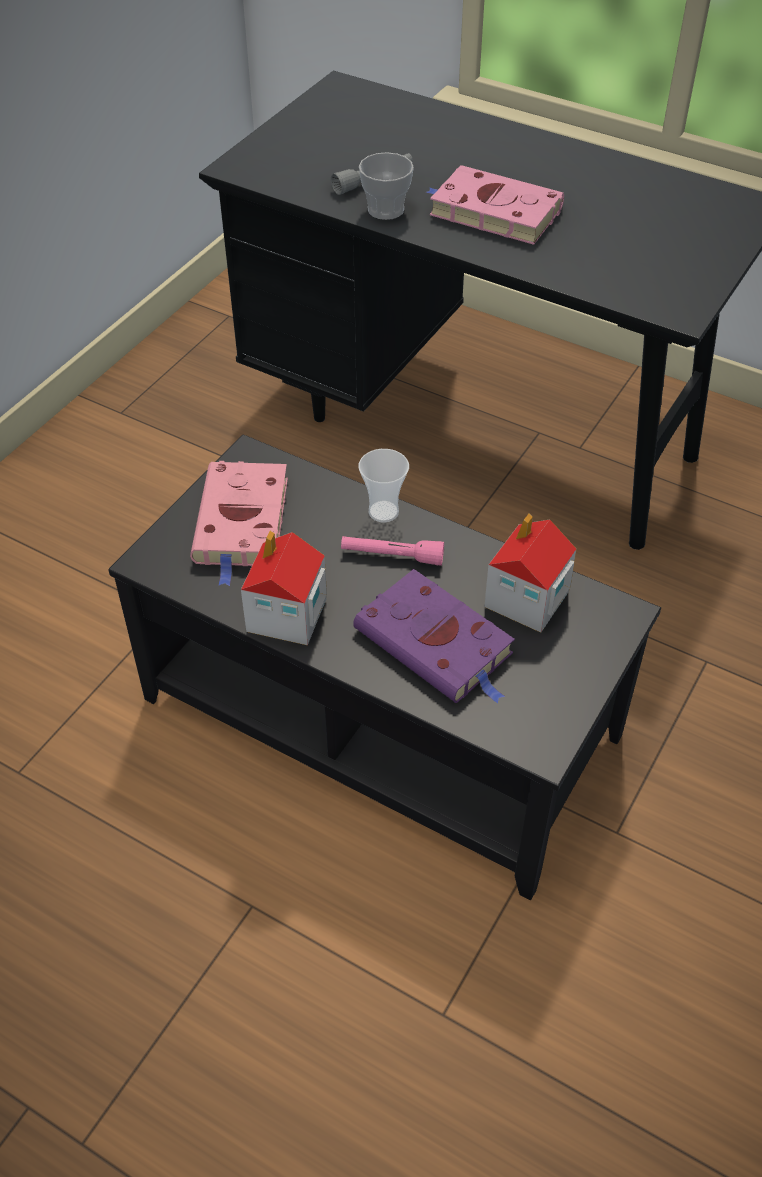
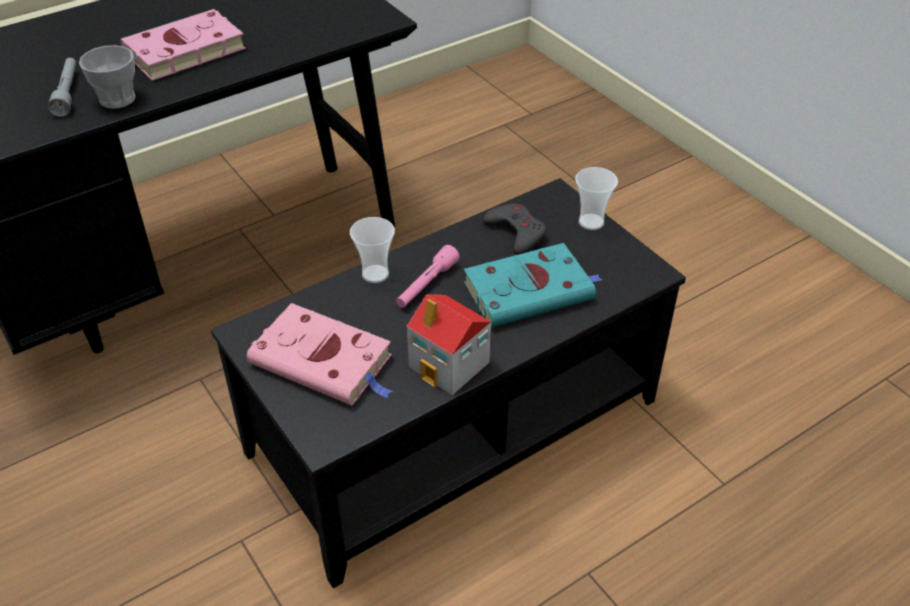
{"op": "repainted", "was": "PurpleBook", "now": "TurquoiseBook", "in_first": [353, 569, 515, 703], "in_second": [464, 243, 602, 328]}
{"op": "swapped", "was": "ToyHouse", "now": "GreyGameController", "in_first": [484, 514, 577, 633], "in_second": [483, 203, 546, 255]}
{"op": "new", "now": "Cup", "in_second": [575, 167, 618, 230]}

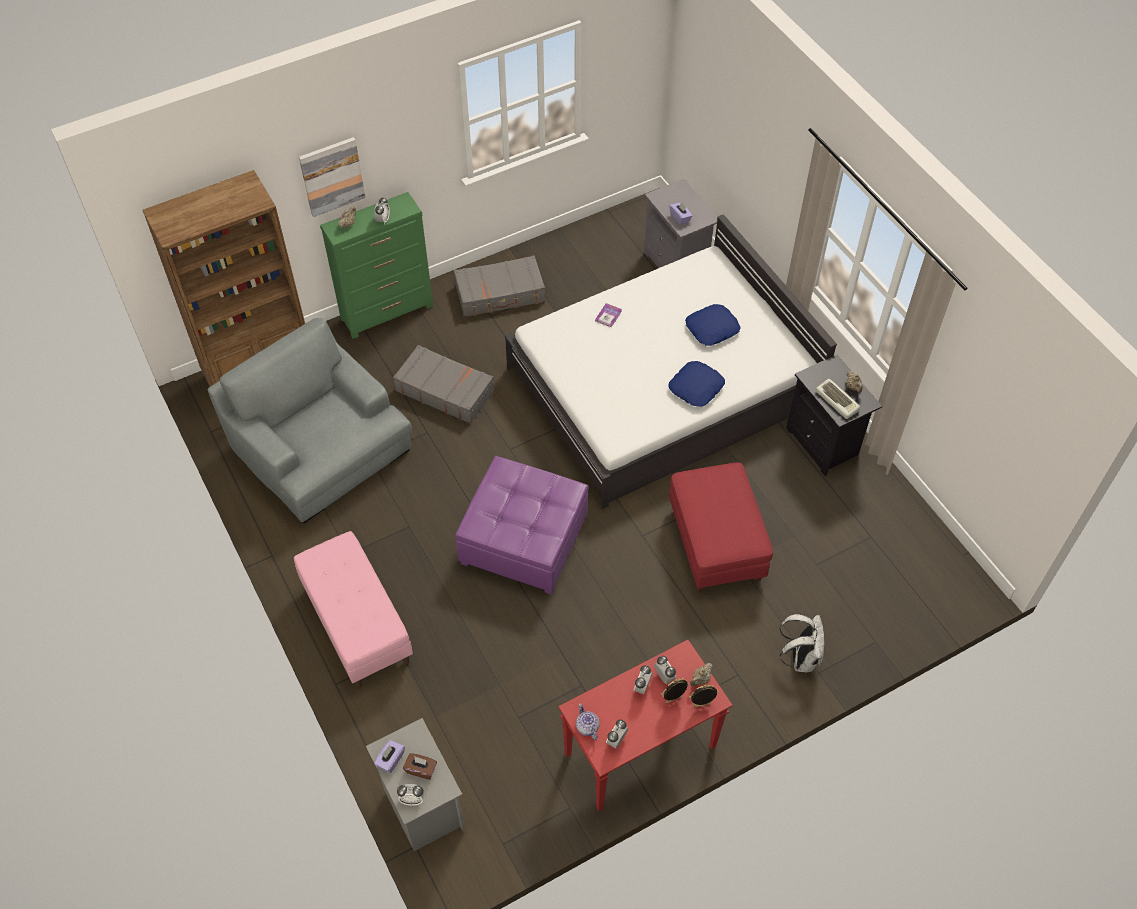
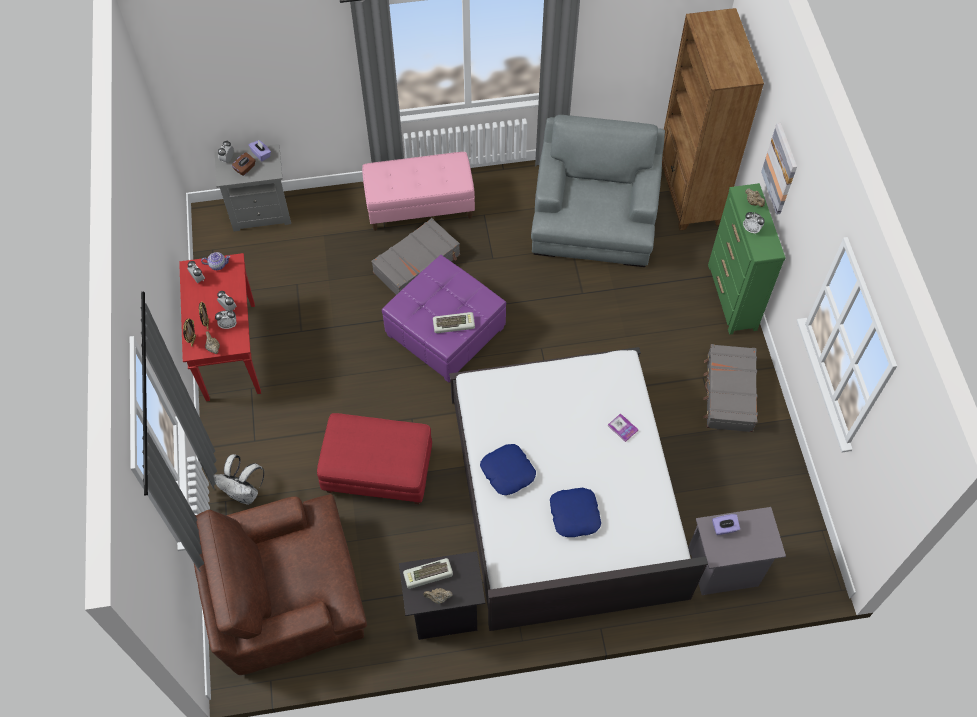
{"op": "rotated", "was": "GreyArmchair", "in_first": [207, 318, 412, 523], "in_second": [531, 115, 665, 267], "clockwise": -60}
{"op": "shifted", "was": "GreySuitcase", "in_first": [393, 345, 494, 424], "in_second": [371, 218, 460, 295]}
{"op": "new", "now": "BrownArmchair", "in_second": [194, 494, 367, 675]}
{"op": "new", "now": "Keyboard", "in_second": [433, 312, 475, 333]}

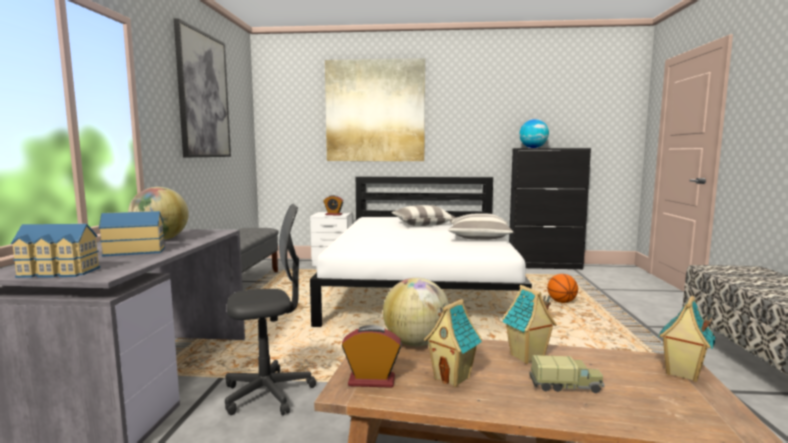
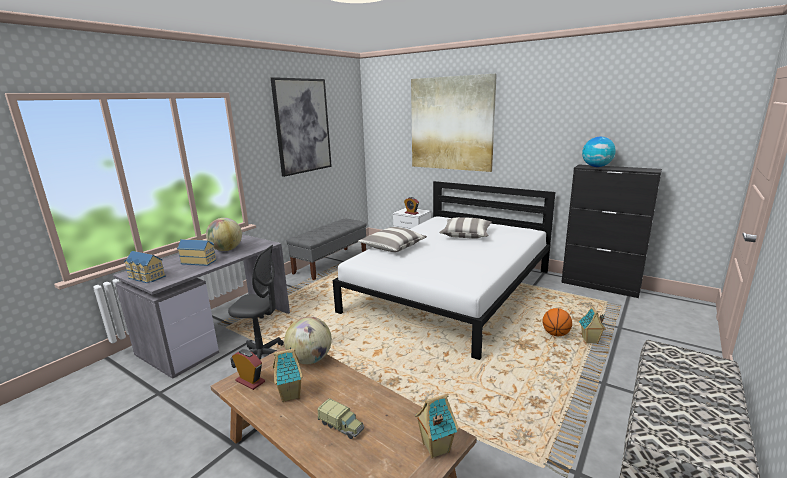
{"op": "shifted", "was": "Pillow", "in_first": [448, 214, 513, 240], "in_second": [358, 227, 427, 252]}
{"op": "shifted", "was": "ToyHouse", "in_first": [502, 285, 557, 364], "in_second": [579, 306, 606, 344]}

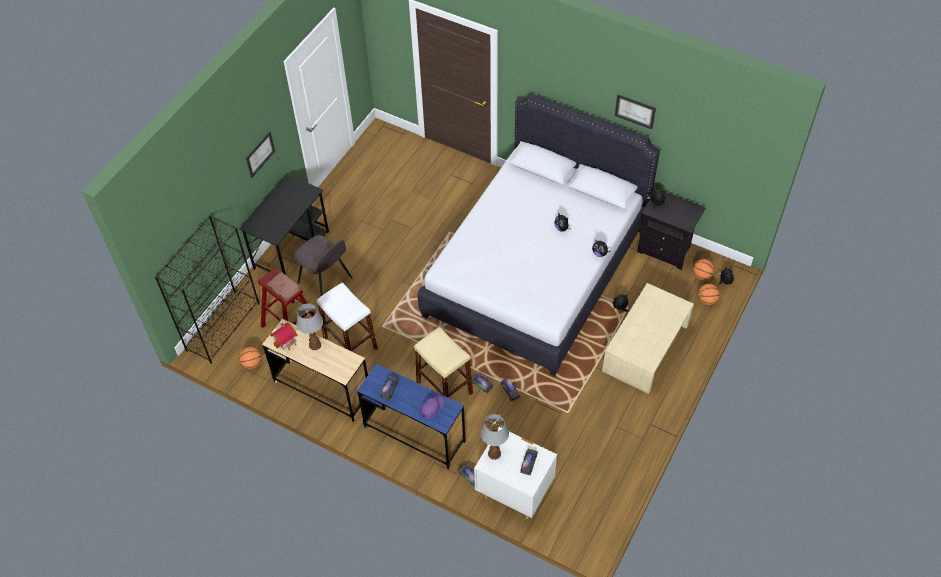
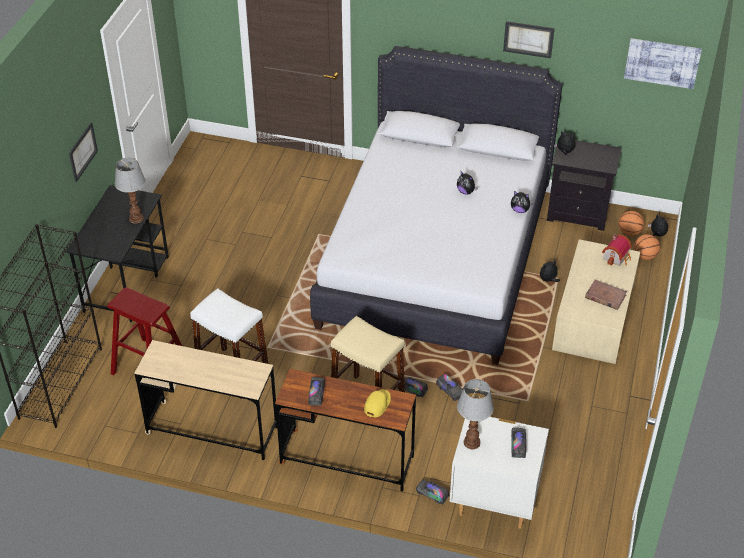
{"op": "gone", "was": "Basketball", "in_first": [239, 347, 262, 369]}
{"op": "shifted", "was": "BrownBook", "in_first": [267, 272, 301, 301], "in_second": [585, 280, 627, 310]}
{"op": "shifted", "was": "ToyHouse", "in_first": [270, 322, 298, 351], "in_second": [602, 234, 632, 266]}
{"op": "gone", "was": "GreyChair", "in_first": [294, 235, 353, 296]}
{"op": "shifted", "was": "TableLamp", "in_first": [296, 303, 323, 350], "in_second": [115, 158, 146, 223]}
{"op": "repainted", "was": "BlueDesk", "now": "BrownDesk", "in_first": [357, 364, 466, 469], "in_second": [275, 369, 416, 491]}
{"op": "repainted", "was": "PurpleCap", "now": "YellowCap", "in_first": [421, 396, 444, 419], "in_second": [364, 389, 391, 418]}
{"op": "new", "now": "Picture", "in_second": [624, 38, 702, 89]}

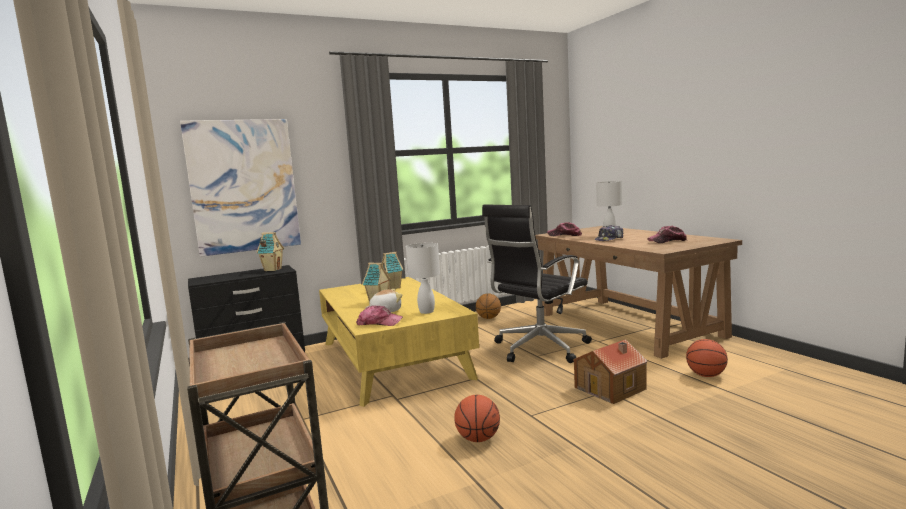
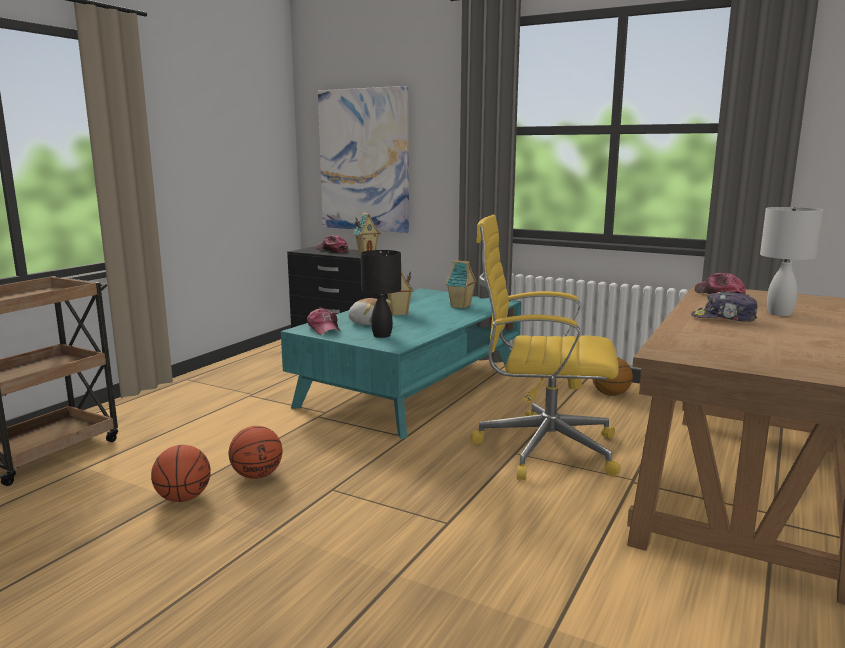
{"op": "repainted", "was": "YellowCoffeeTable", "now": "TurquoiseCoffeeTable", "in_first": [319, 277, 479, 407], "in_second": [281, 288, 521, 439]}
{"op": "repainted", "was": "WhiteTableLamp", "now": "BlackTableLamp", "in_first": [406, 243, 440, 314], "in_second": [361, 250, 401, 338]}
{"op": "repainted", "was": "BlackOfficeChair", "now": "YellowOfficeChair", "in_first": [482, 204, 592, 363], "in_second": [470, 215, 621, 480]}
{"op": "gone", "was": "ToyHouse", "in_first": [573, 339, 648, 404]}
{"op": "shifted", "was": "Cap", "in_first": [647, 226, 687, 243], "in_second": [316, 235, 348, 253]}
{"op": "shifted", "was": "Basketball", "in_first": [686, 339, 728, 377], "in_second": [151, 445, 211, 502]}

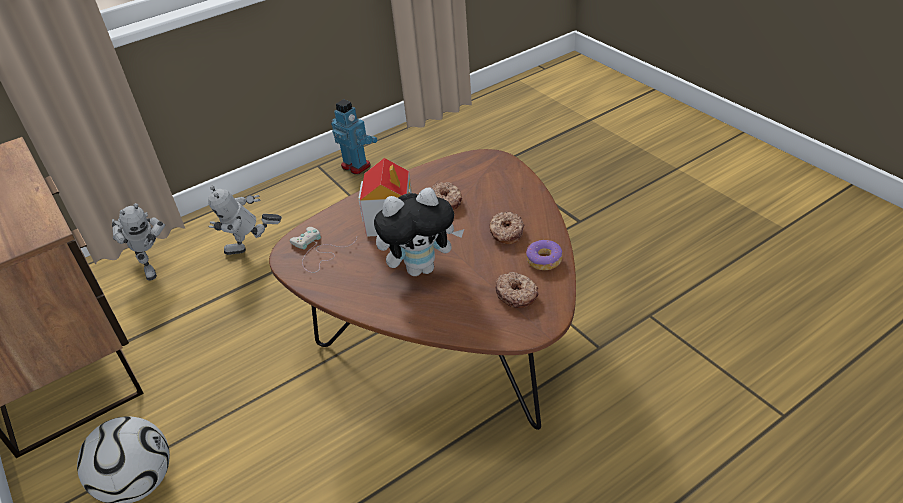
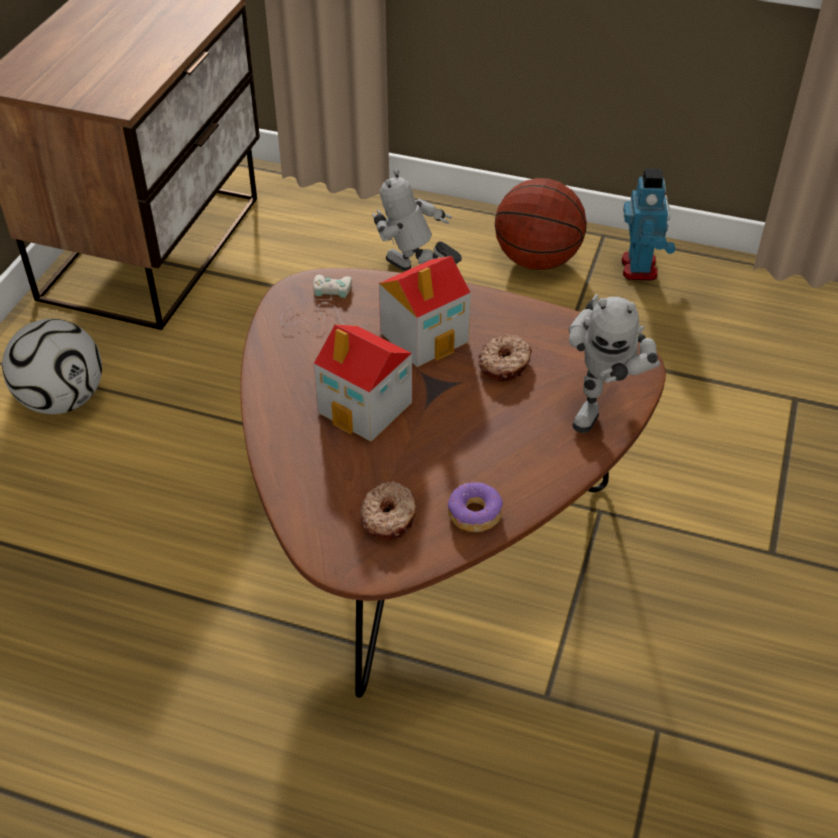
{"op": "shifted", "was": "ToyRobot", "in_first": [112, 203, 165, 281], "in_second": [569, 294, 660, 433]}
{"op": "swapped", "was": "PlushToy", "now": "ToyHouse", "in_first": [374, 188, 464, 276], "in_second": [313, 324, 412, 442]}
{"op": "gone", "was": "Donut", "in_first": [489, 212, 524, 244]}
{"op": "new", "now": "Basketball", "in_second": [495, 178, 587, 270]}

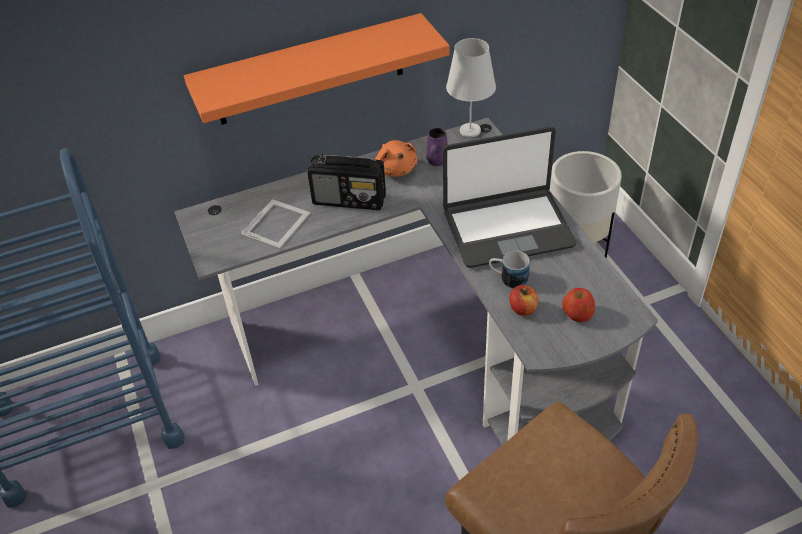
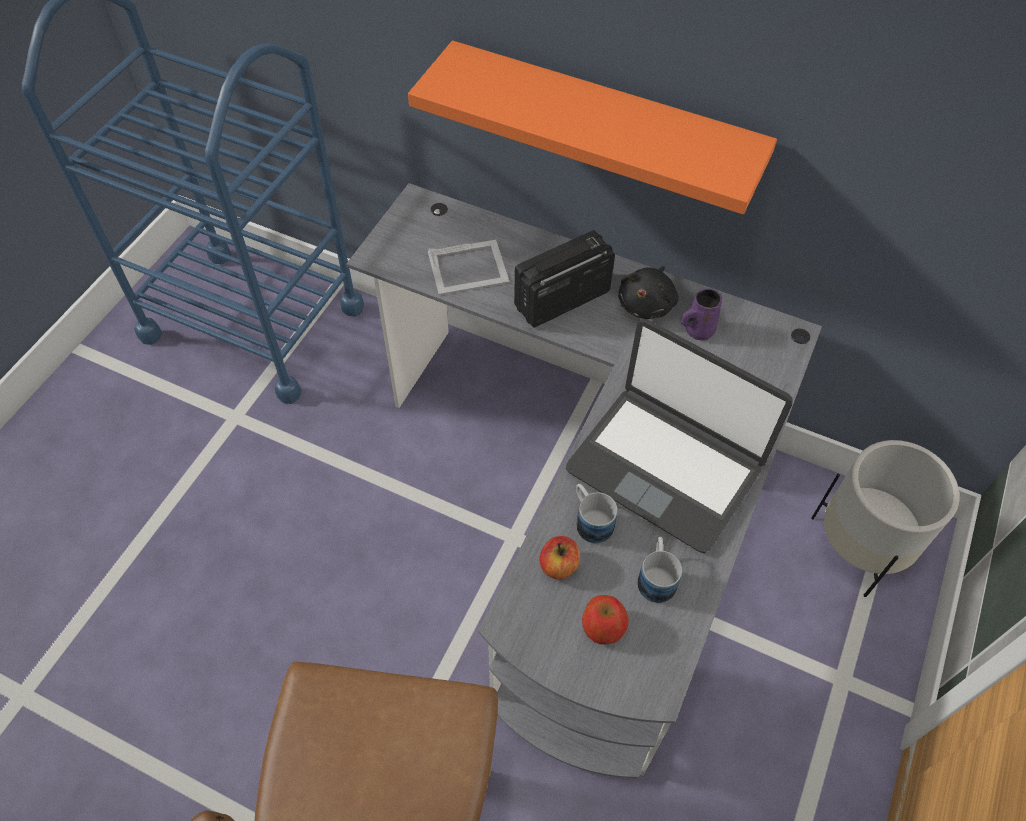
{"op": "rotated", "was": "Radio", "in_first": [308, 154, 386, 210], "in_second": [514, 230, 615, 328], "clockwise": 90}
{"op": "repainted", "was": "OrangePlushToy", "now": "BlackPlushToy", "in_first": [375, 140, 417, 177], "in_second": [618, 266, 679, 319]}
{"op": "gone", "was": "WhiteTableLamp", "in_first": [446, 38, 496, 137]}
{"op": "new", "now": "Mug", "in_second": [637, 537, 682, 603]}

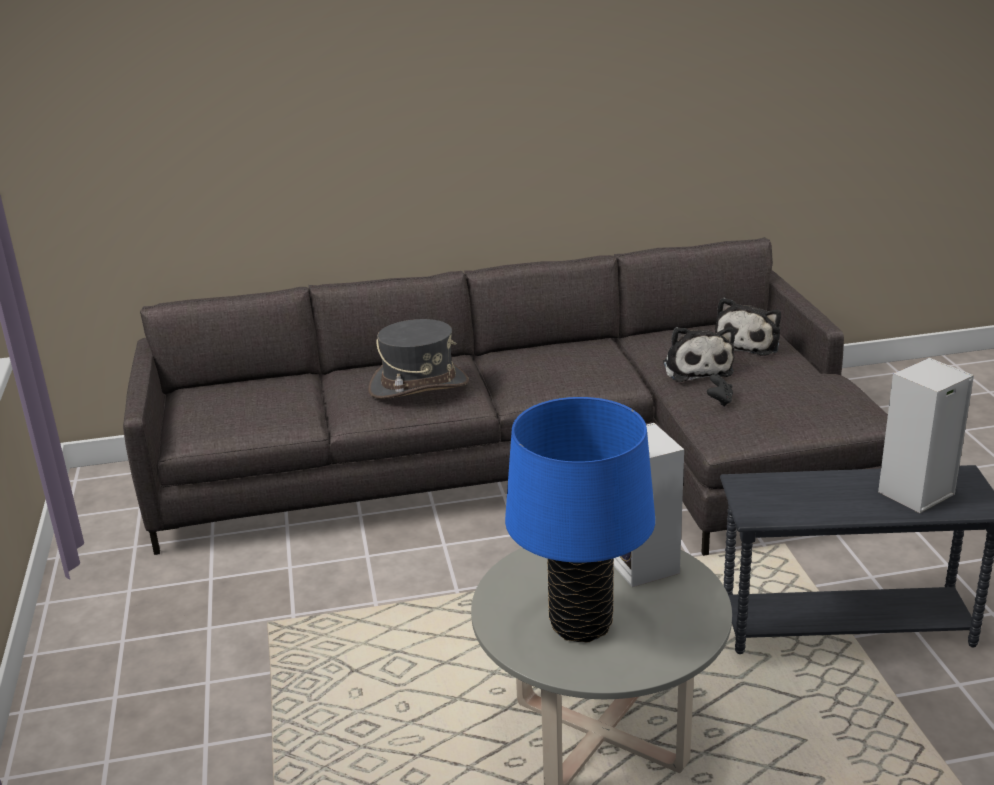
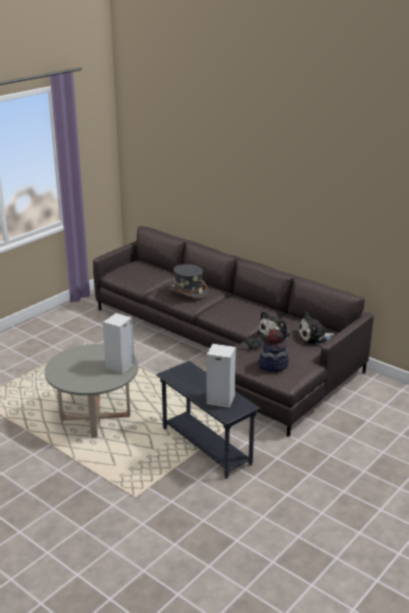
{"op": "gone", "was": "BlueTableLamp", "in_first": [505, 397, 655, 643]}
{"op": "new", "now": "Hat", "in_second": [258, 329, 289, 372]}

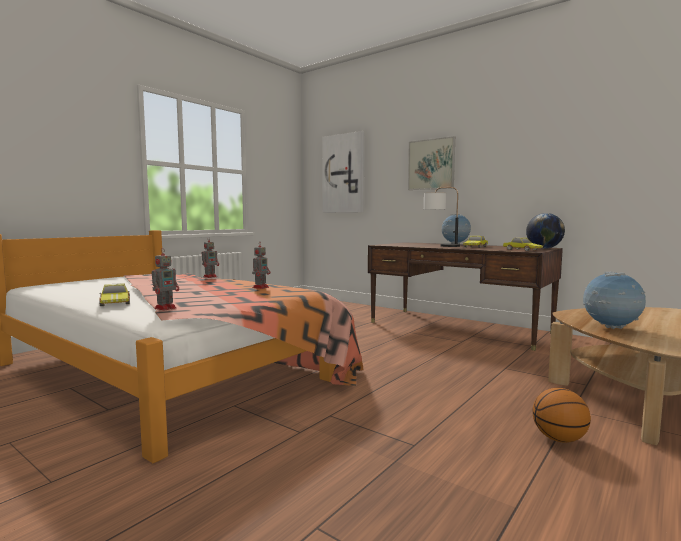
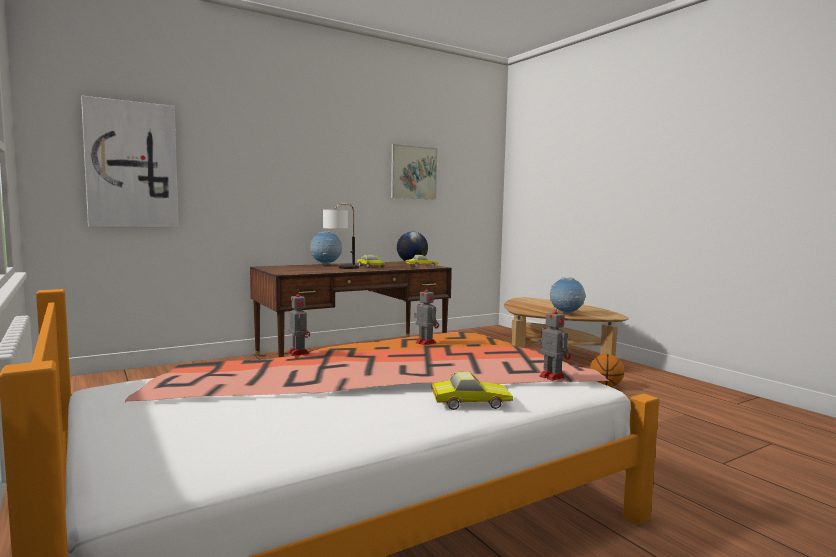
{"op": "shifted", "was": "Picture", "in_first": [408, 136, 455, 190], "in_second": [391, 144, 437, 199]}

